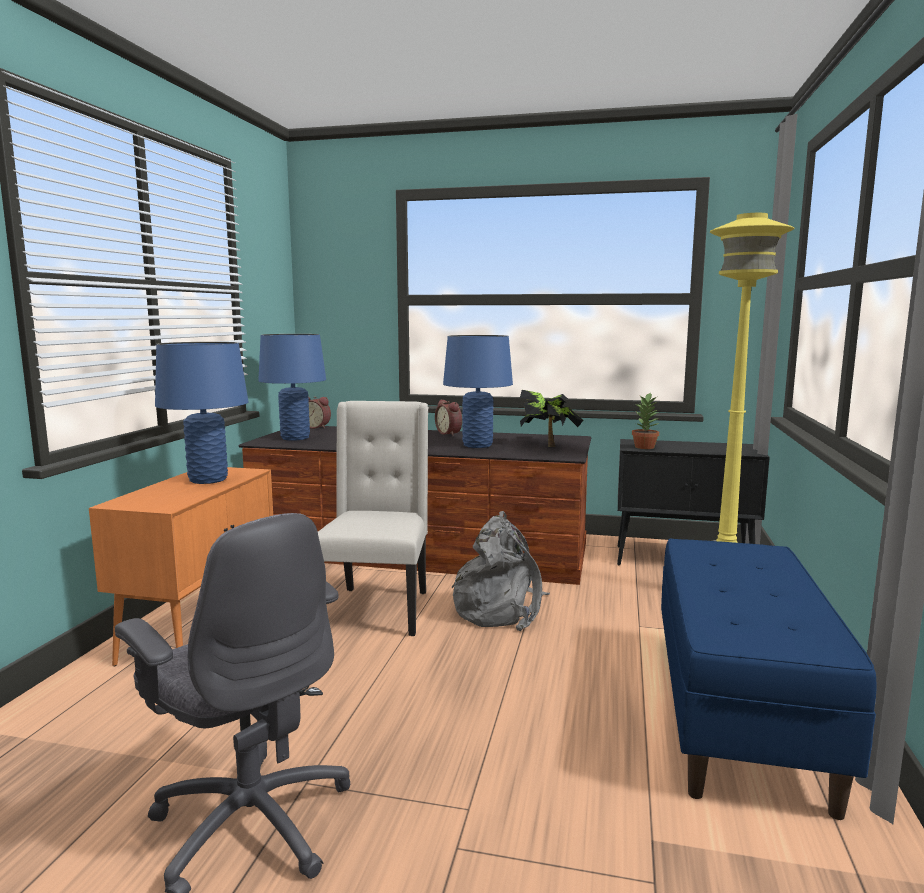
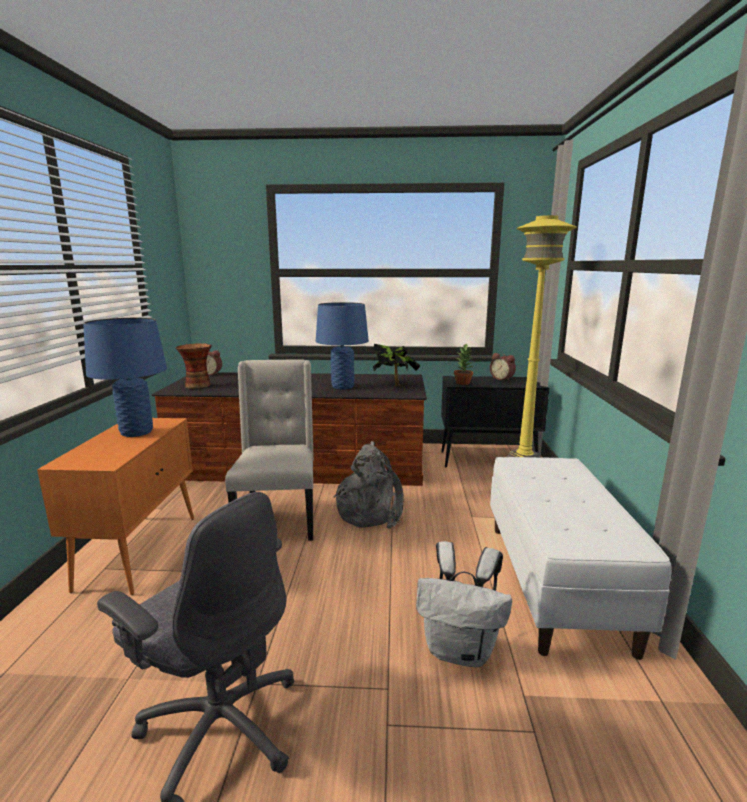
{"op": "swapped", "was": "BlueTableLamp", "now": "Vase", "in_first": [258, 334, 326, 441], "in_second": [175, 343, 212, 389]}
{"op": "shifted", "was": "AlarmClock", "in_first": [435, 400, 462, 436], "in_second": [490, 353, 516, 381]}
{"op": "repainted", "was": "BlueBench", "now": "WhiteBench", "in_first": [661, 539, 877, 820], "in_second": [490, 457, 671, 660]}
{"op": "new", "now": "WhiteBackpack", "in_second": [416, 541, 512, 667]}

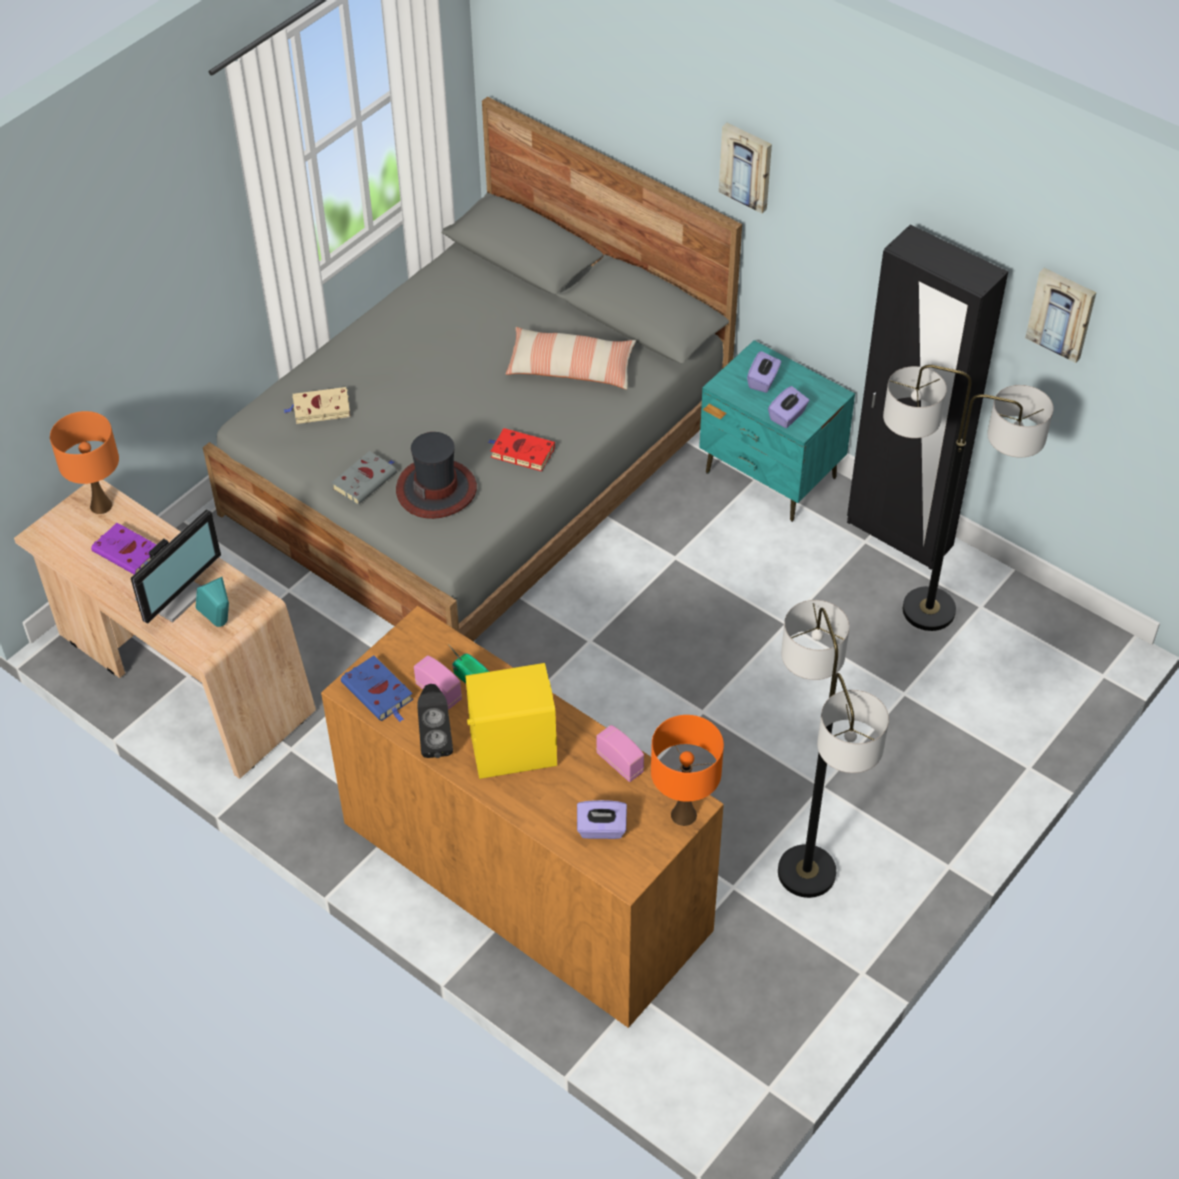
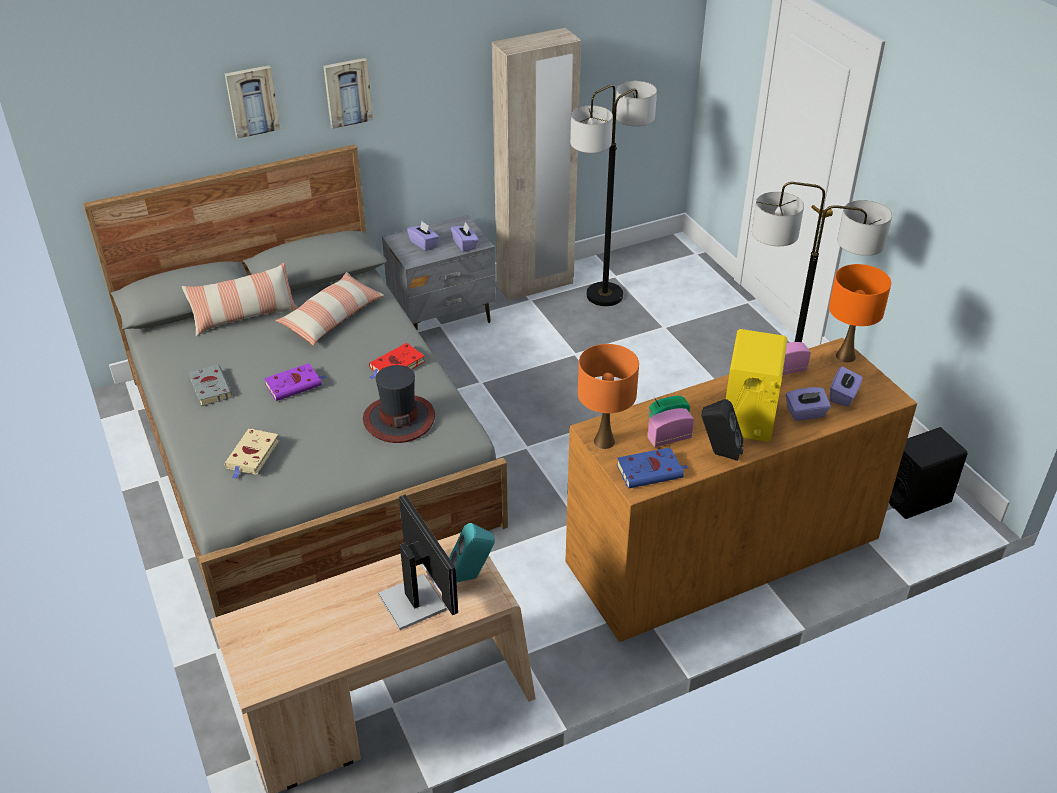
{"op": "shifted", "was": "OrangeTableLamp", "in_first": [50, 411, 119, 514], "in_second": [578, 344, 639, 449]}
{"op": "shifted", "was": "PurpleBook", "in_first": [91, 523, 157, 574], "in_second": [264, 363, 326, 401]}
{"op": "shifted", "was": "GreyBook", "in_first": [331, 451, 397, 505], "in_second": [188, 364, 232, 406]}
{"op": "repainted", "was": "TurquoiseNightstand", "now": "GreyNightstand", "in_first": [699, 340, 855, 522], "in_second": [382, 215, 496, 331]}
{"op": "repainted", "was": "BlackWardrobe", "now": "BeigeWardrobe", "in_first": [847, 224, 1008, 570], "in_second": [492, 28, 581, 301]}
{"op": "shifted", "was": "Picture", "in_first": [1025, 268, 1096, 363], "in_second": [225, 65, 280, 139]}
{"op": "new", "now": "Pillow", "in_second": [182, 263, 298, 336]}
{"op": "new", "now": "PurpleTissueBox", "in_second": [786, 387, 831, 421]}
{"op": "new", "now": "BlackSpeaker", "in_second": [889, 427, 968, 519]}

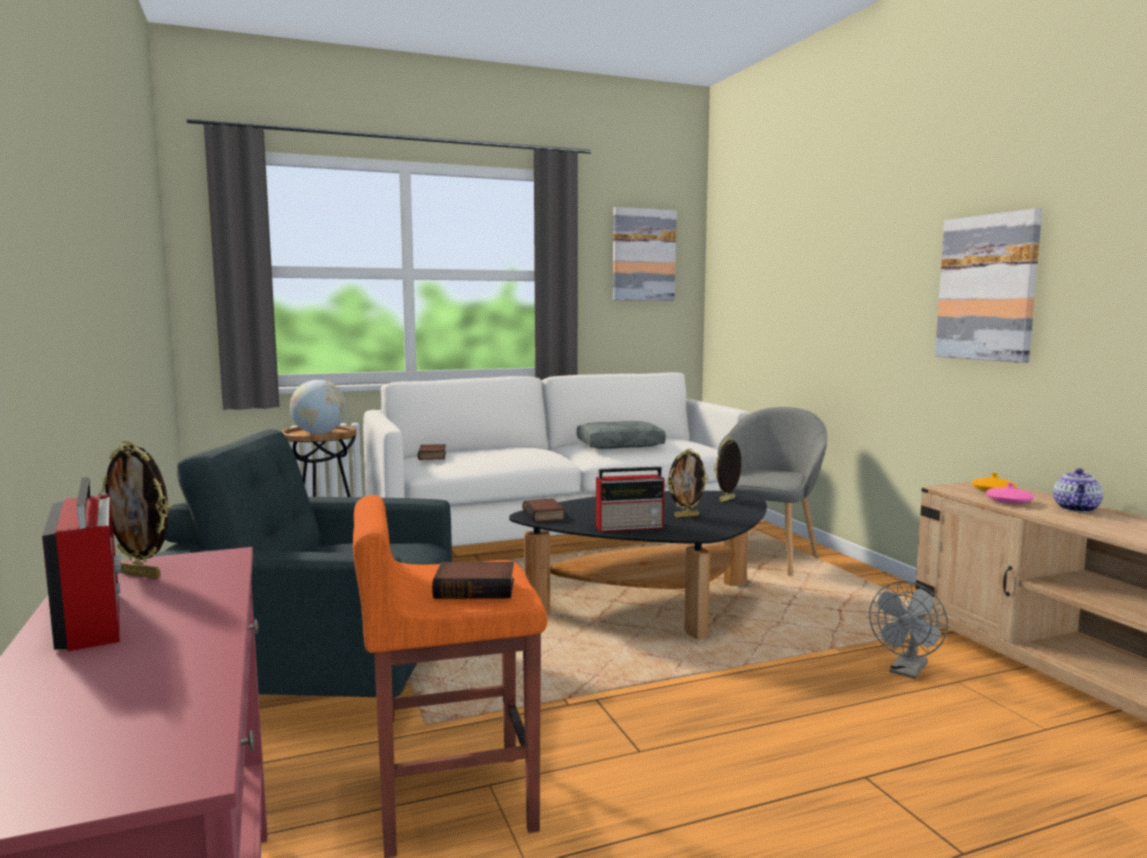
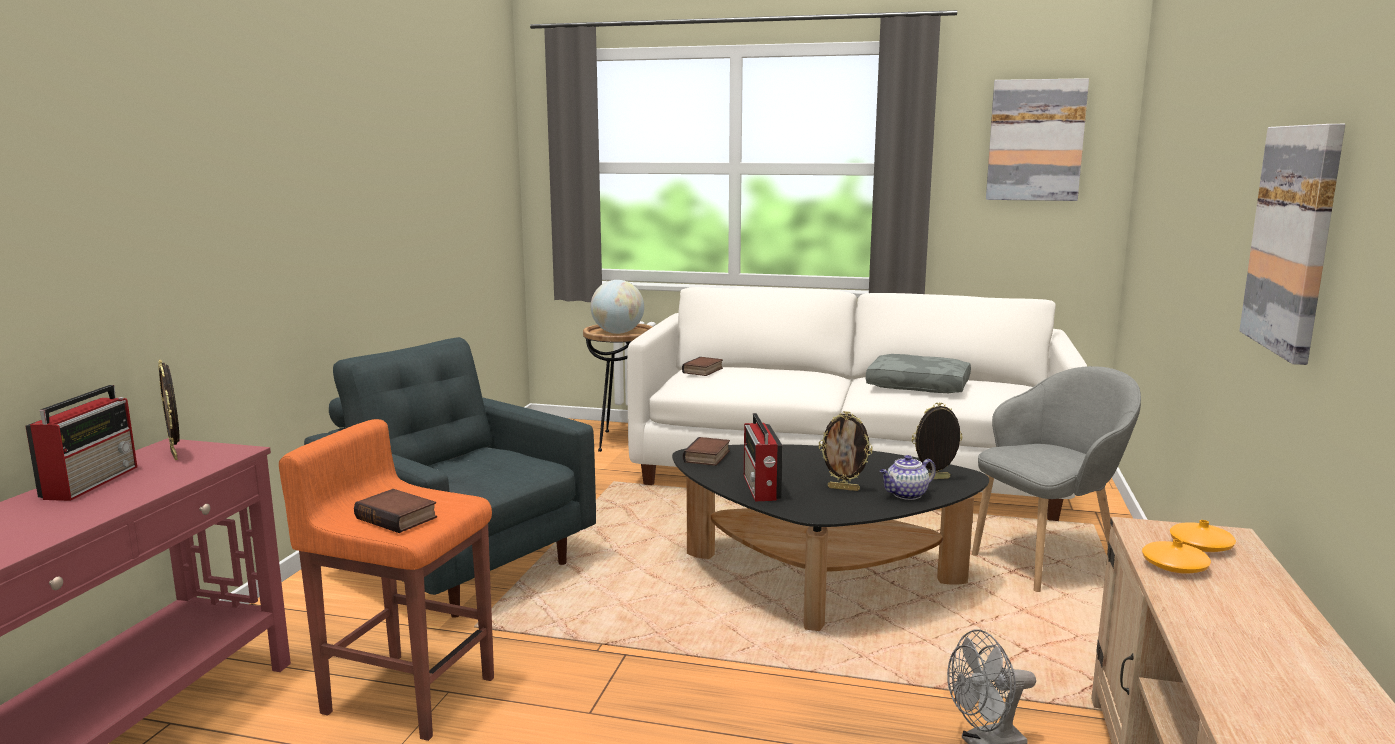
{"op": "rotated", "was": "Radio", "in_first": [596, 467, 665, 532], "in_second": [744, 413, 783, 502], "clockwise": 60}
{"op": "repainted", "was": "PinkVase", "now": "OrangeVase", "in_first": [986, 483, 1034, 504], "in_second": [1142, 539, 1211, 574]}
{"op": "shifted", "was": "Teapot", "in_first": [1053, 468, 1103, 512], "in_second": [880, 455, 936, 500]}

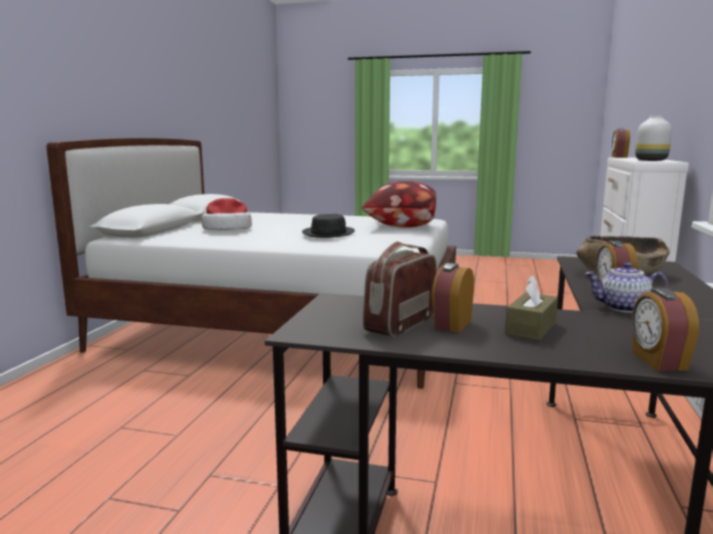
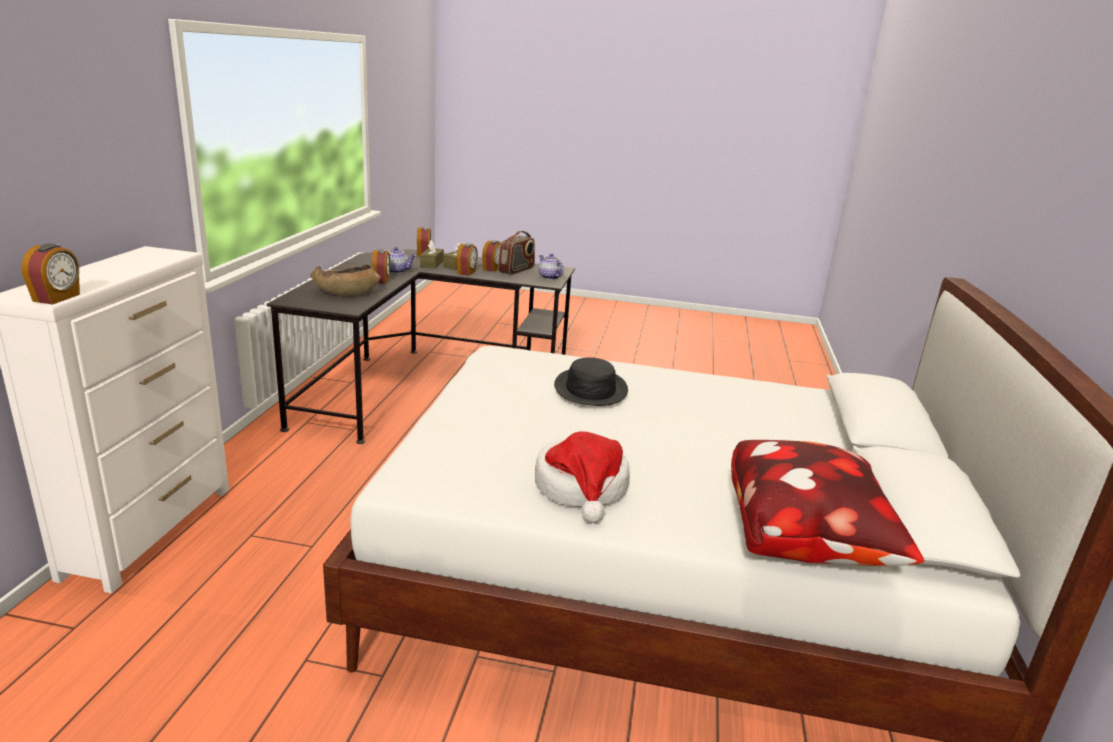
{"op": "shifted", "was": "Hat", "in_first": [202, 198, 252, 230], "in_second": [535, 432, 630, 523]}
{"op": "shifted", "was": "Pillow", "in_first": [362, 181, 436, 228], "in_second": [731, 440, 924, 566]}
{"op": "gone", "was": "WhiteVase", "in_first": [635, 116, 672, 161]}
{"op": "new", "now": "BrownTissueBox", "in_second": [420, 240, 444, 268]}
{"op": "new", "now": "AlarmClock", "in_second": [456, 243, 478, 276]}
{"op": "new", "now": "Teapot", "in_second": [538, 254, 564, 280]}

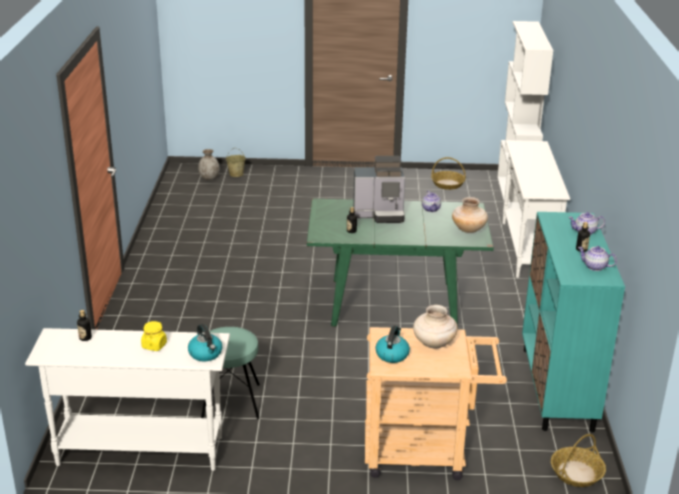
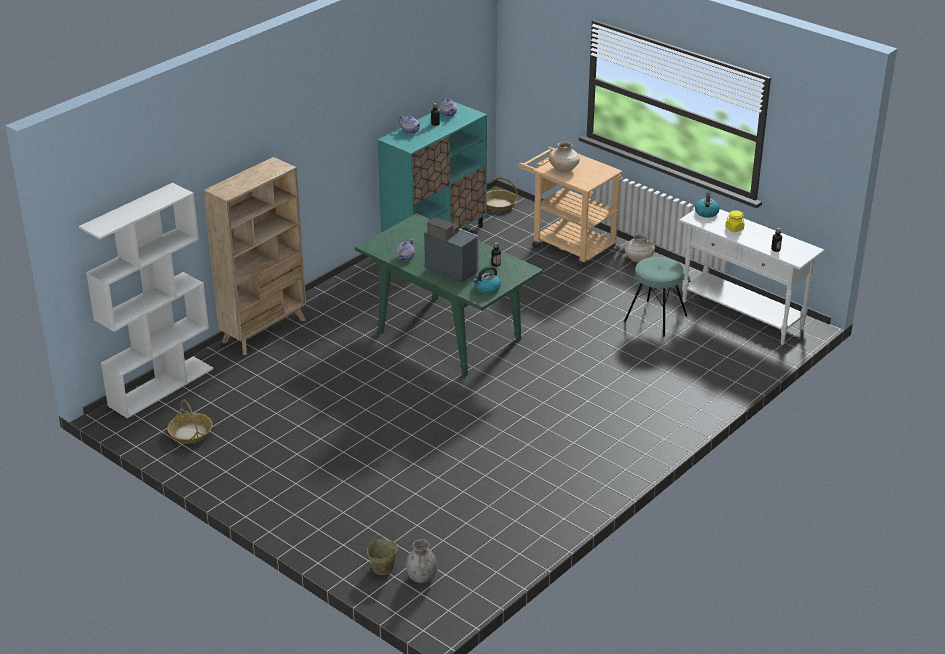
{"op": "shifted", "was": "Kettle", "in_first": [375, 326, 410, 363], "in_second": [473, 266, 501, 294]}
{"op": "shifted", "was": "BeigeVase", "in_first": [452, 197, 488, 233], "in_second": [625, 233, 655, 263]}
{"op": "swapped", "was": "WhiteConsoleTable", "now": "BeigeBookcase", "in_first": [503, 140, 570, 278], "in_second": [203, 157, 306, 355]}

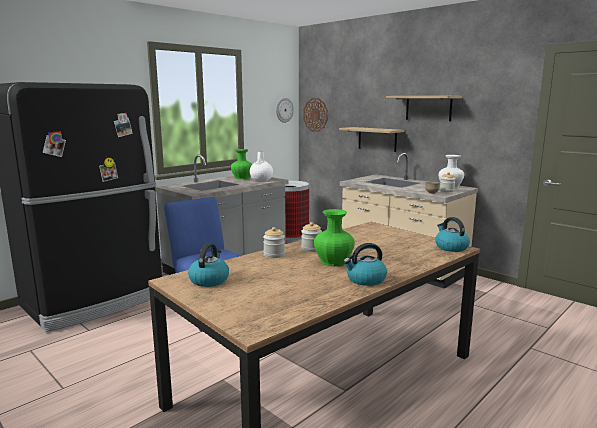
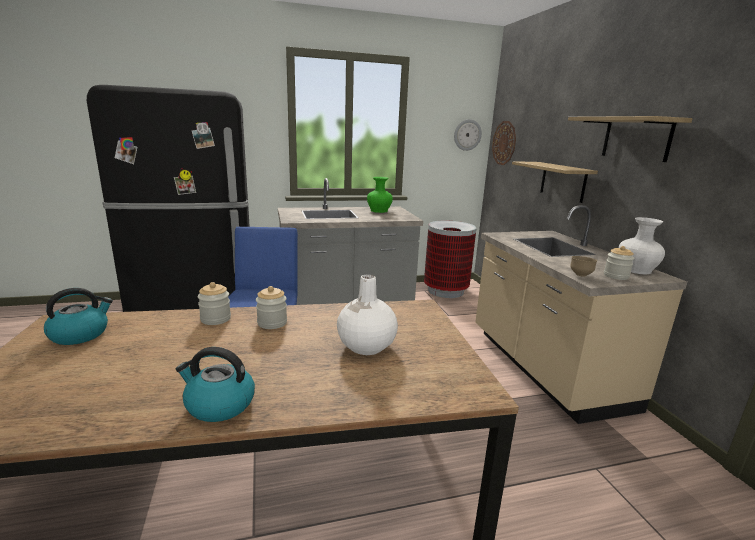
{"op": "shifted", "was": "WhiteVase", "in_first": [250, 151, 273, 182], "in_second": [337, 275, 398, 355]}
{"op": "gone", "was": "GreenVase", "in_first": [314, 209, 355, 266]}
{"op": "gone", "was": "Kettle", "in_first": [435, 217, 470, 252]}

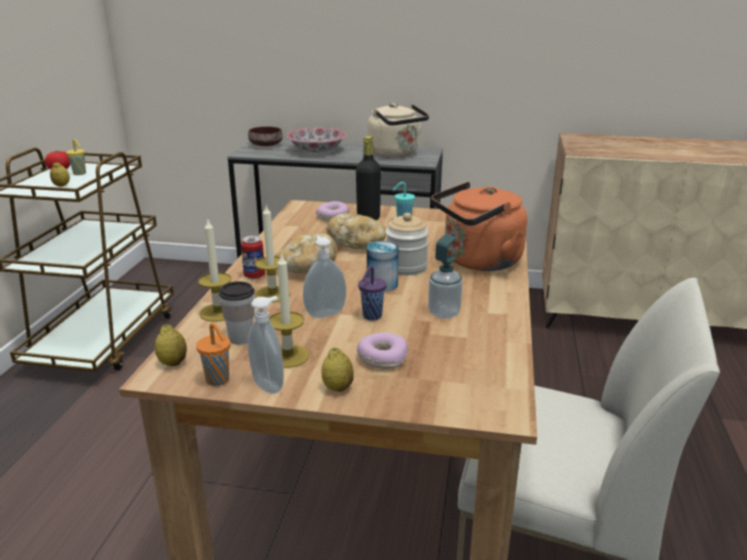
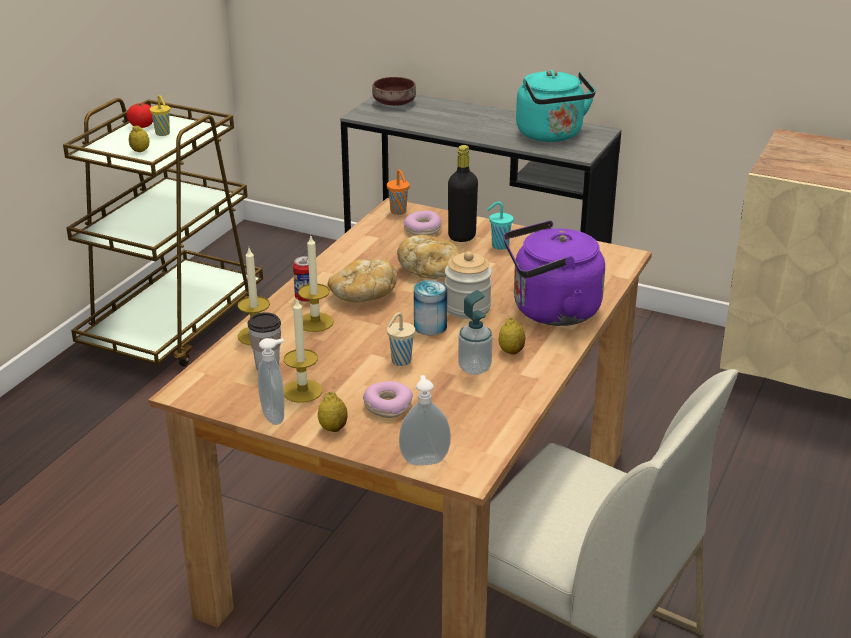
{"op": "shifted", "was": "Lemon", "in_first": [155, 325, 187, 366], "in_second": [498, 317, 525, 355]}
{"op": "shifted", "was": "OrangeCup", "in_first": [196, 323, 230, 386], "in_second": [387, 170, 410, 215]}
{"op": "gone", "was": "Bowl", "in_first": [286, 128, 346, 152]}
{"op": "shifted", "was": "SoapDispenser", "in_first": [303, 236, 346, 318], "in_second": [399, 375, 451, 465]}
{"op": "repainted", "was": "PurpleCup", "now": "BeigeCup", "in_first": [358, 266, 386, 320], "in_second": [387, 312, 415, 366]}
{"op": "repainted", "was": "BeigeKettle", "now": "TurquoiseKettle", "in_first": [368, 103, 429, 158], "in_second": [516, 70, 596, 142]}
{"op": "repainted", "was": "OrangeKettle", "now": "PurpleKettle", "in_first": [431, 182, 527, 271], "in_second": [503, 221, 605, 326]}

